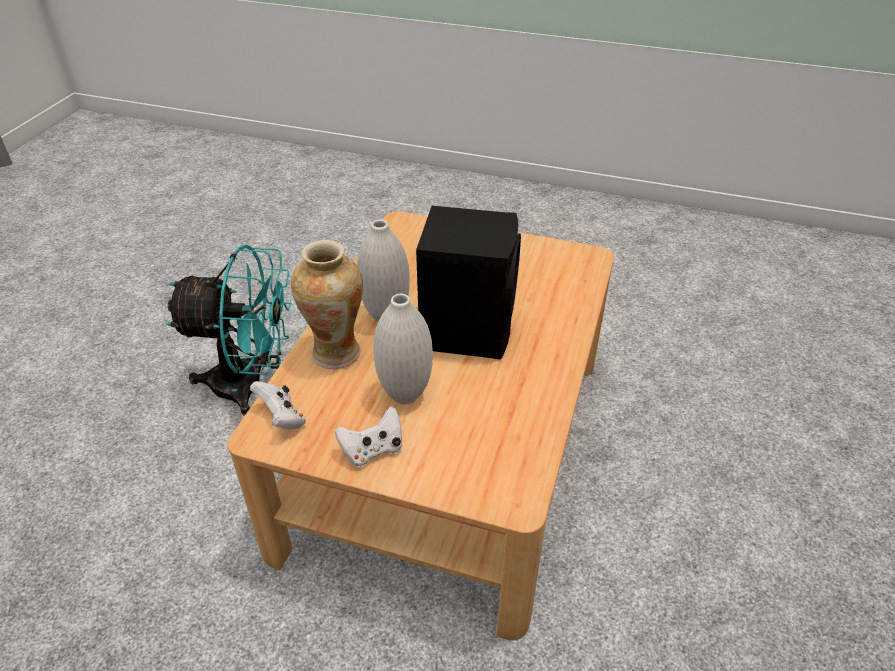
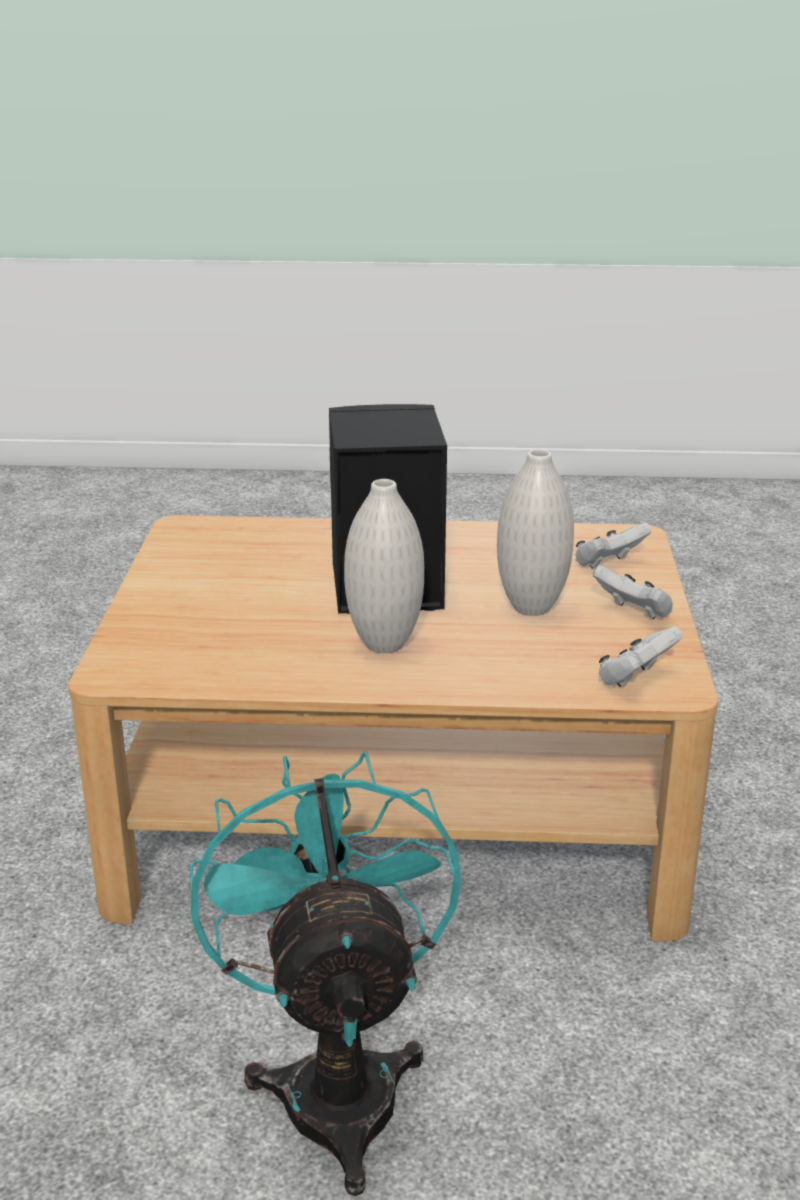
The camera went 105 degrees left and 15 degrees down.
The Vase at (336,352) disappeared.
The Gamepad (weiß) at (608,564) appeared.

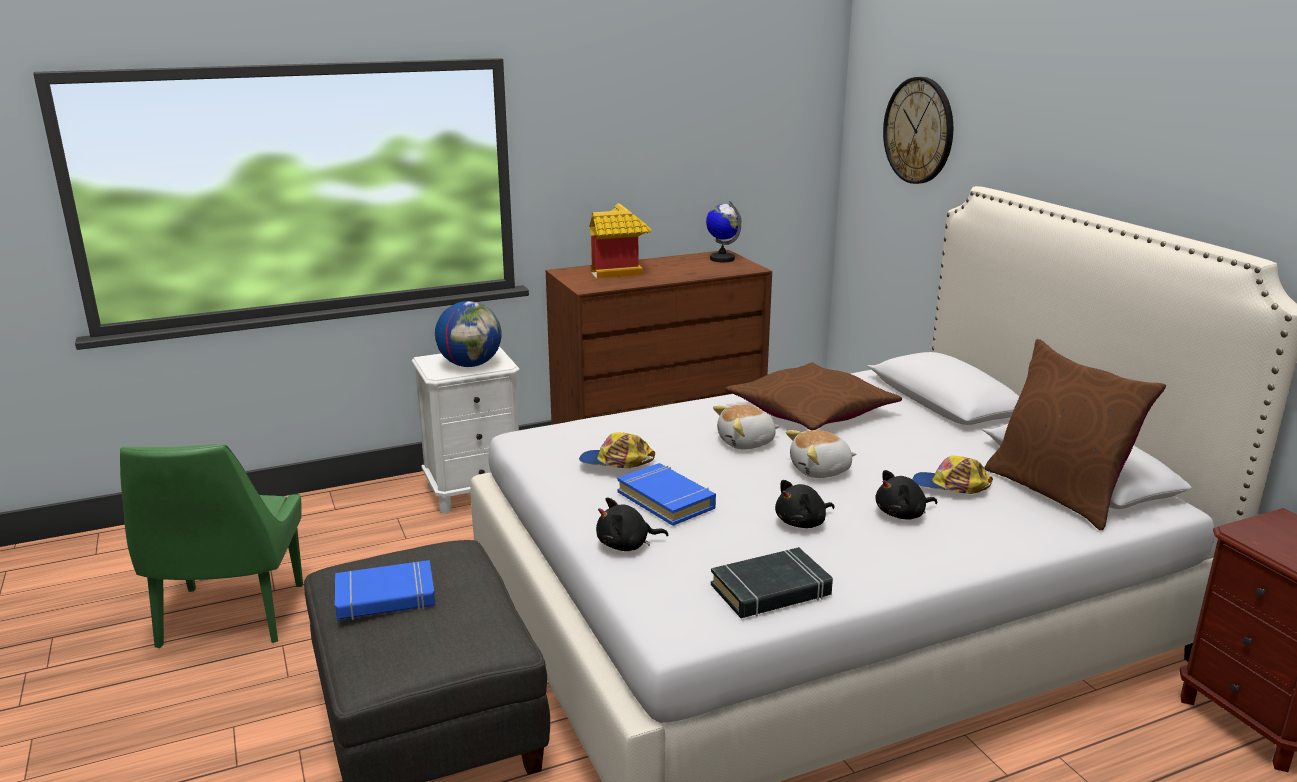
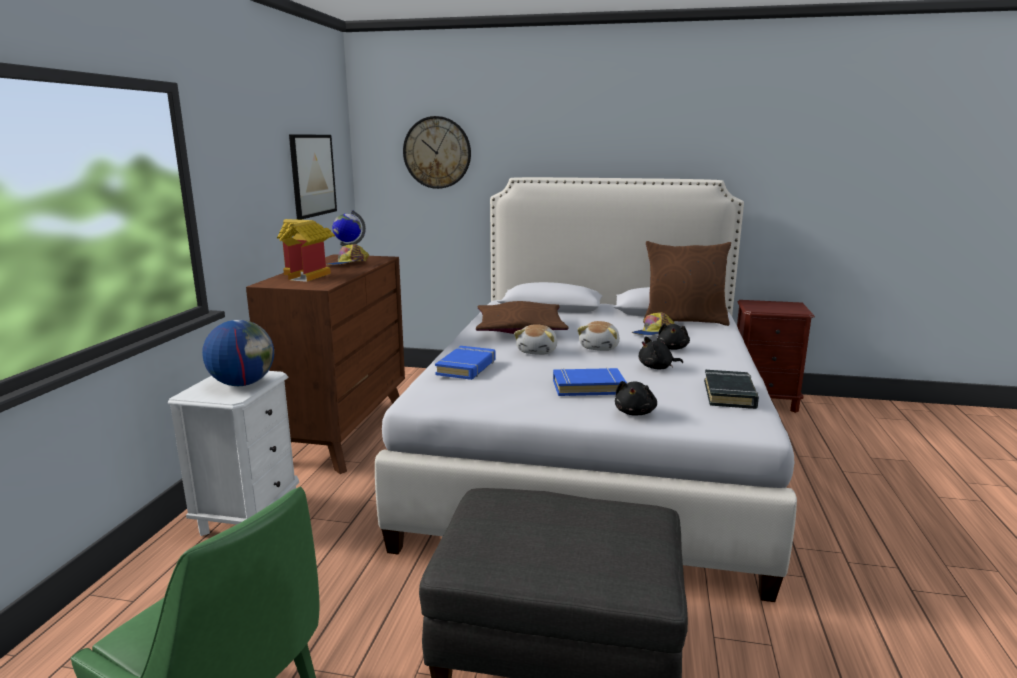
The camera went 55 degrees left and 5 degrees down.
The Kappe moved from (615,462) to (348,264).
The Plüschtier (schwarz) at (803,523) turned 75 degrees clockwise.
The Buch (blau) moved from (385,598) to (467,367).
The Bild at (312,175) appeared.

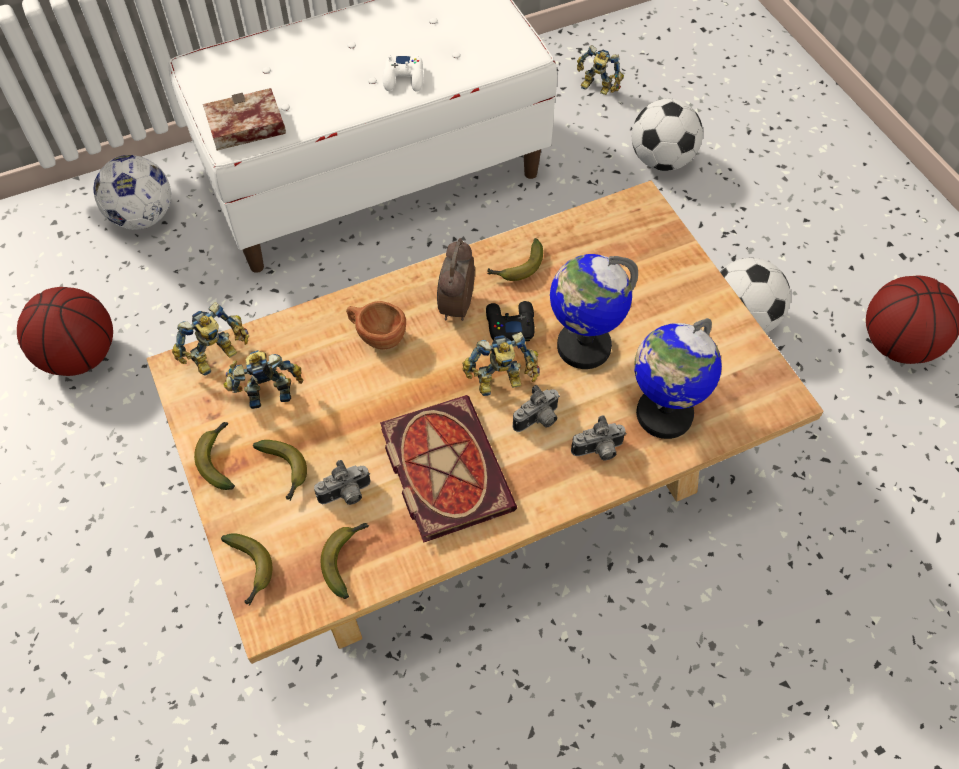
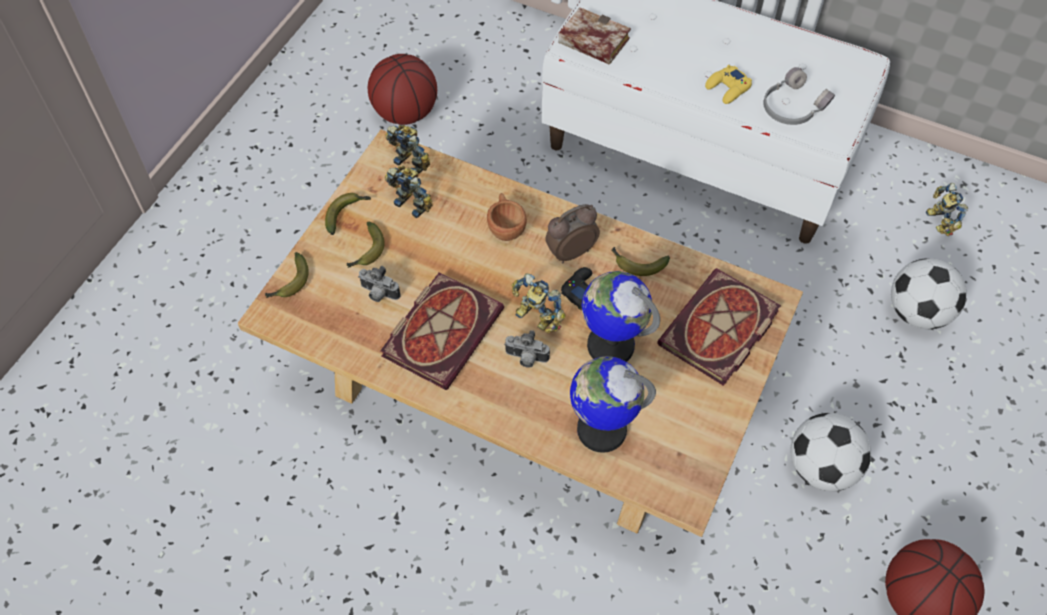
The camera went 50 degrees right and 0 degrees up.
The Gamepad (weiß) at (404,78) became the Gamepad (gelb) at (728,88).
The Fußball at (143,217) disappeared.
The Spielzeugroboter at (218,358) turned 150 degrees counterclockwise.
The Kamera at (598,451) disappeared.
The Banane at (346,558) disappeared.
The Kopfhörer (grau) at (792,106) appeared.
The Buch at (719,332) appeared.

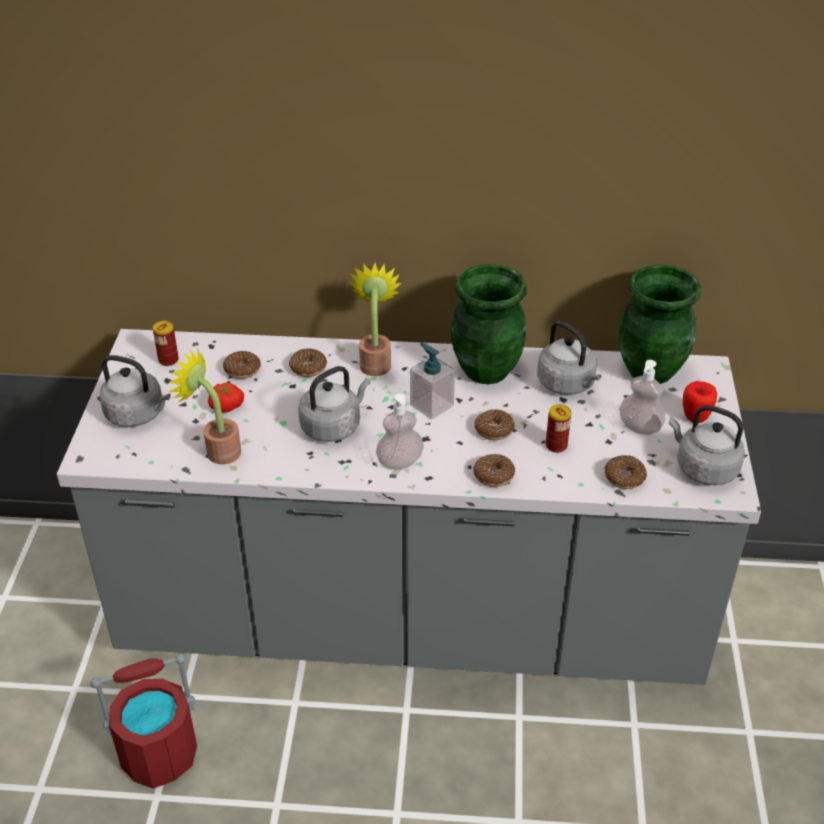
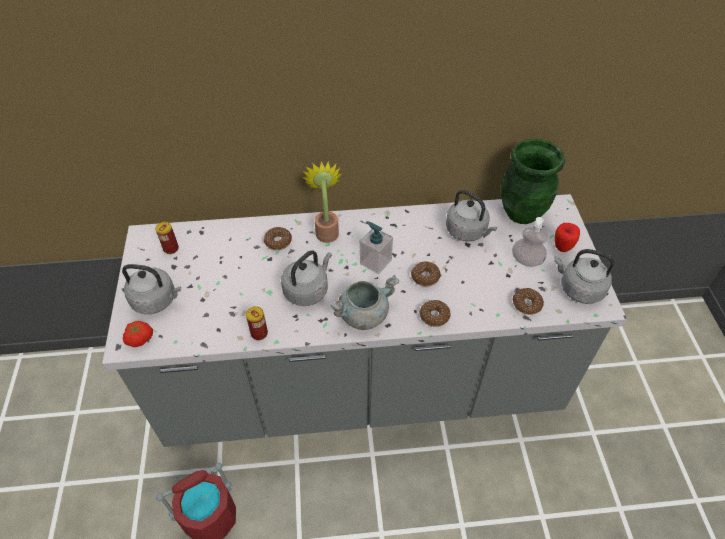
The camera went 10 degrees left and 10 degrees up.
The Vase (grün) at (486,370) disappeared.
The Topfpflanze at (217,450) disappeared.
The Donut at (242,370) disappeared.
The Tomate moved from (226,405) to (139,338).
The Seifenspender at (400,462) was replaced by the Kochtopf (grau) at (363,314).
The Dose moved from (556,445) to (259,333).

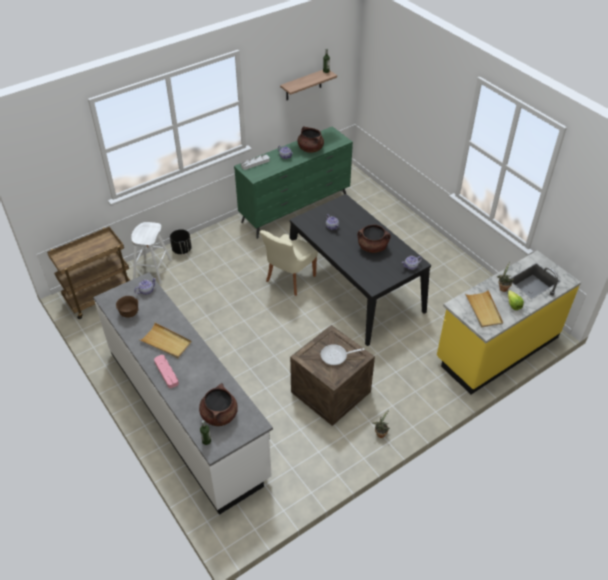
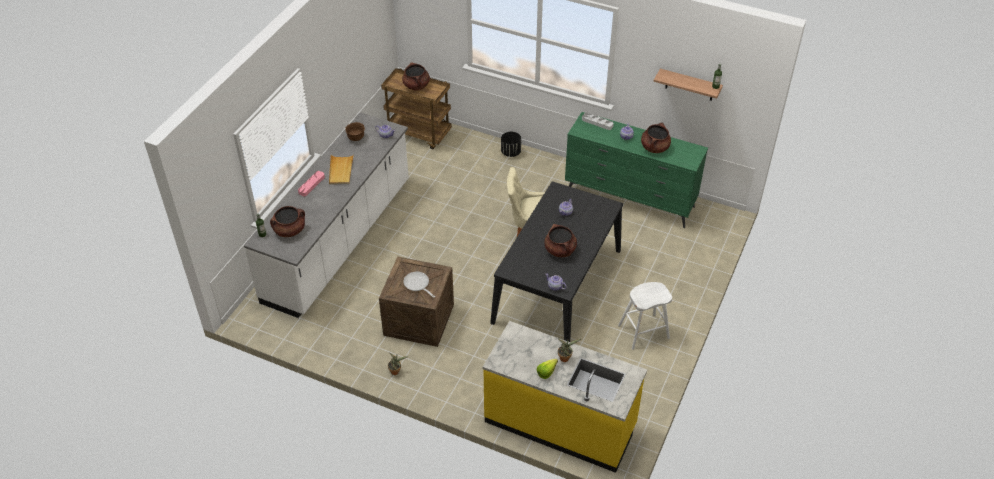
The camera went 60 degrees right and 0 degrees up.
The Hocker (weiß) moved from (152,270) to (643,332).
The Tablett (beige) at (483,310) disappeared.
The Kochtopf (braun) at (416,86) appeared.

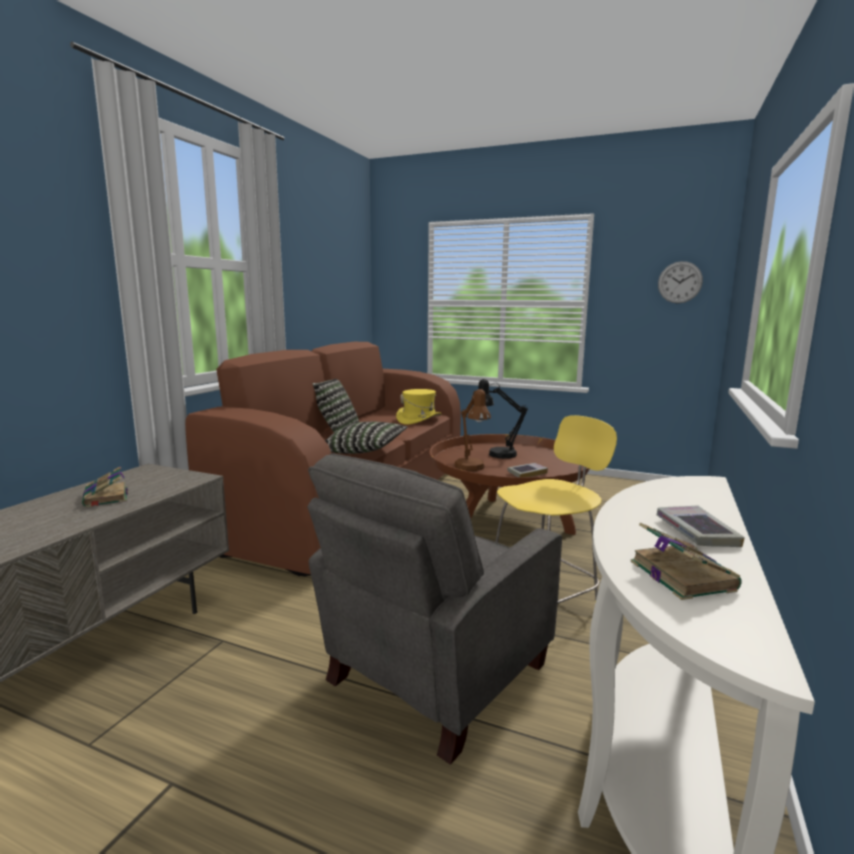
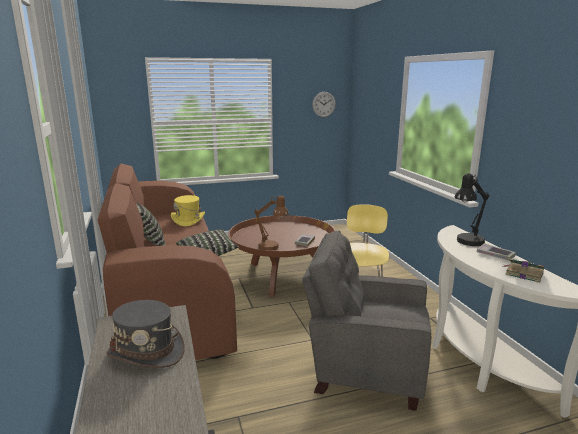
The camera went 40 degrees left and 5 degrees up.
The Tischlampe (schwarz) moved from (496,454) to (467,242).
The Sessel (grau) at (433,674) turned 105 degrees clockwise.
The Buch at (106,497) was replaced by the Hut (grau) at (146,352).

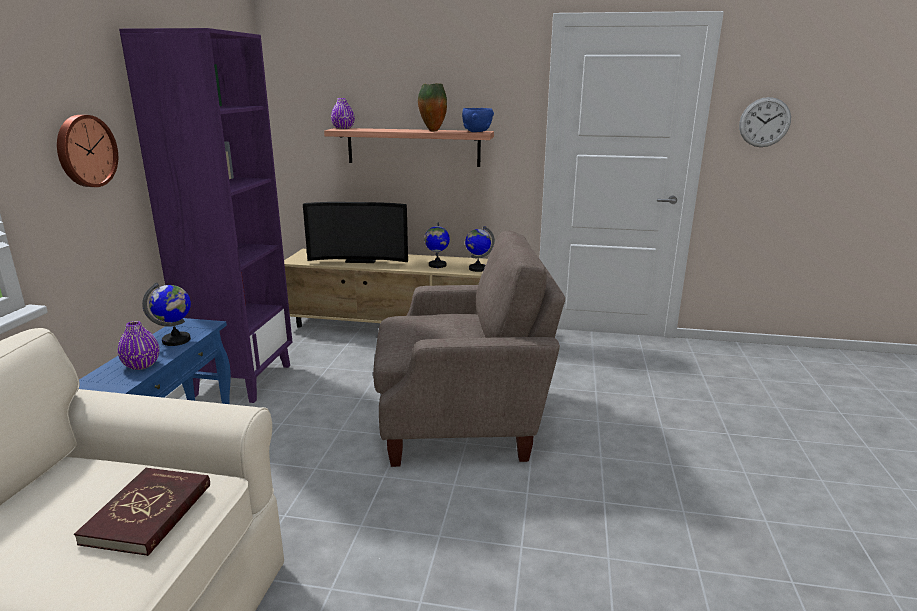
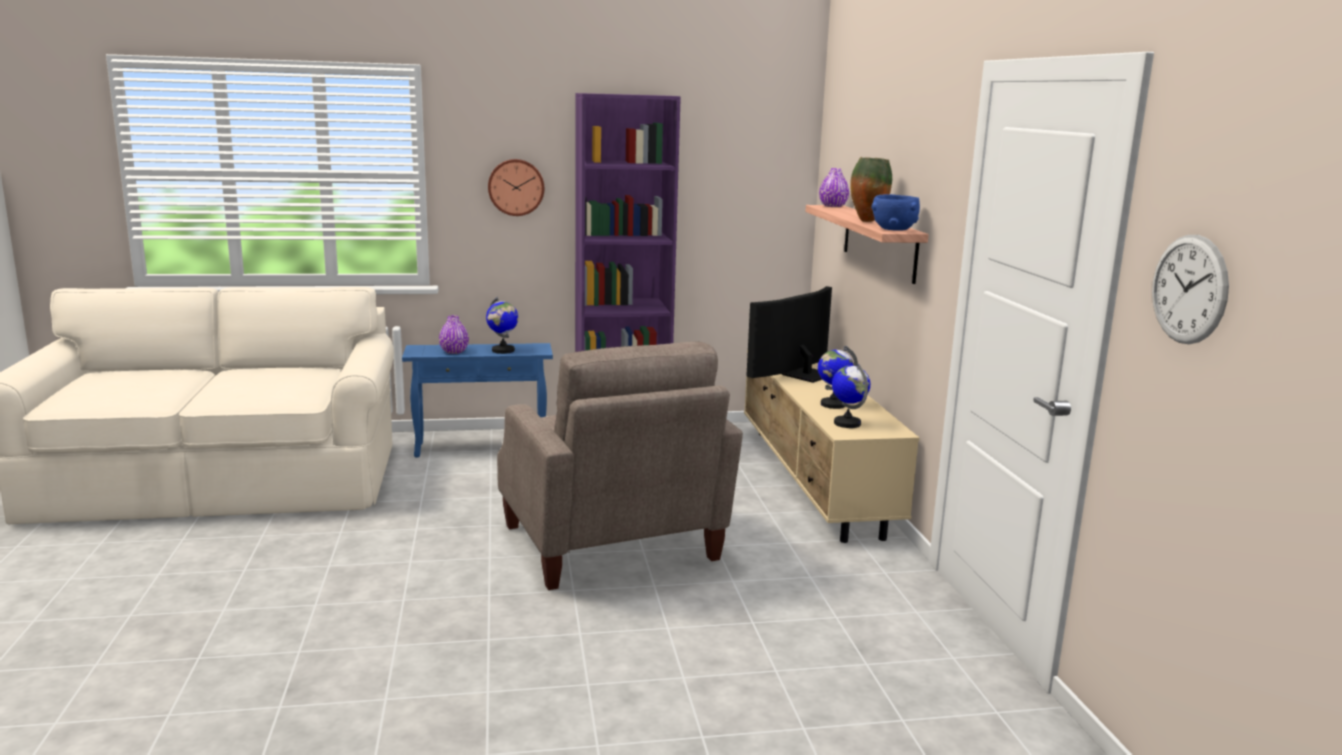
The camera went 70 degrees right and 5 degrees down.
The Fernseher at (360,260) turned 60 degrees clockwise.
The Buch (rot) at (149,513) disappeared.

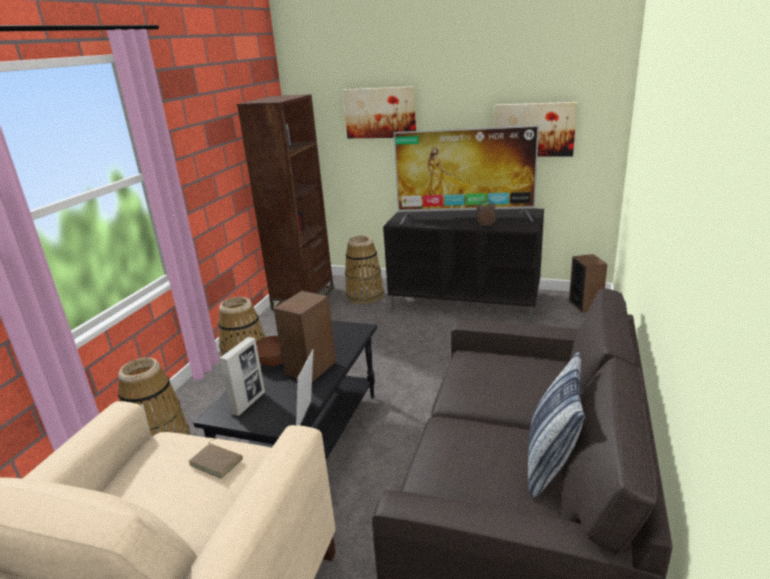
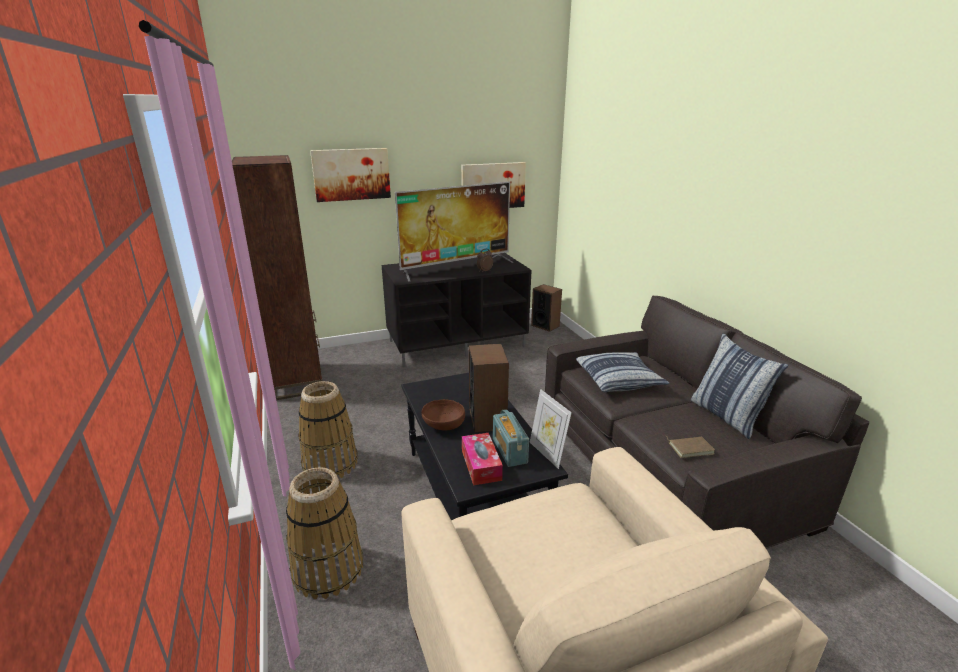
The camera went 40 degrees left and 0 degrees up.
The Korb at (365,296) disappeared.
The Bilderrahmen at (248,403) was replaced by the Taschentuchbox at (481,465).
The Buch (braun) moved from (217,461) to (690,448).
The Kissen at (619,379) appeared.
The Radio at (509,451) appeared.

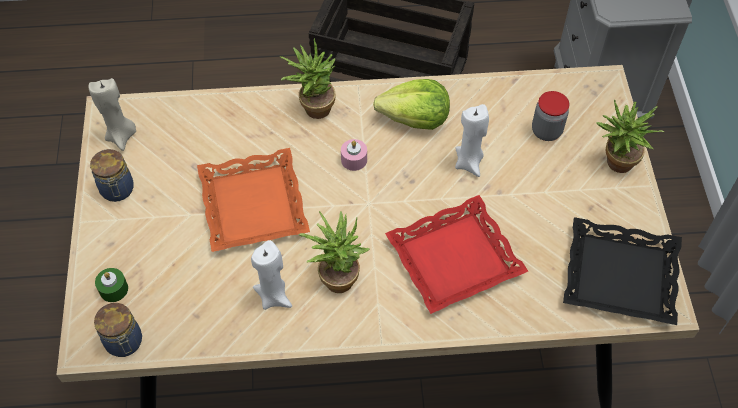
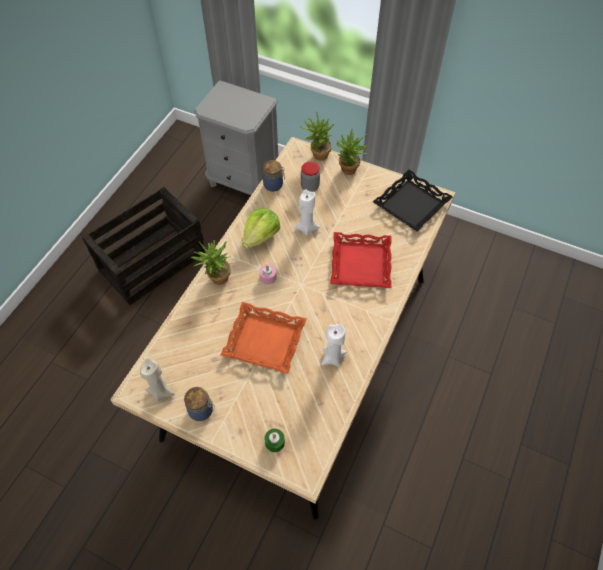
The camera went 60 degrees left and 0 degrees up.
The Topfpflanze moved from (336,275) to (317,155).
The Vorratsglas moved from (124,343) to (274,185).

